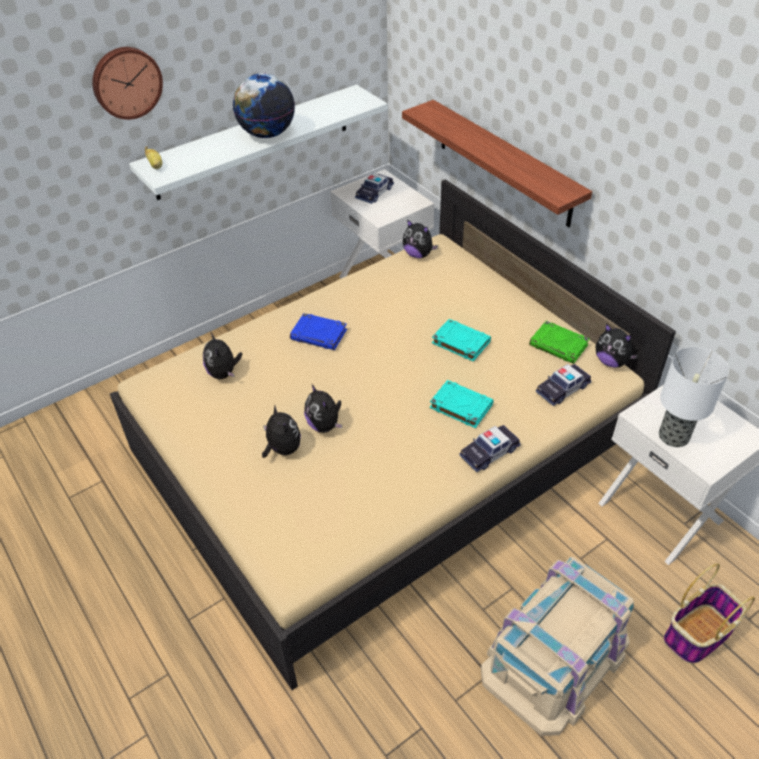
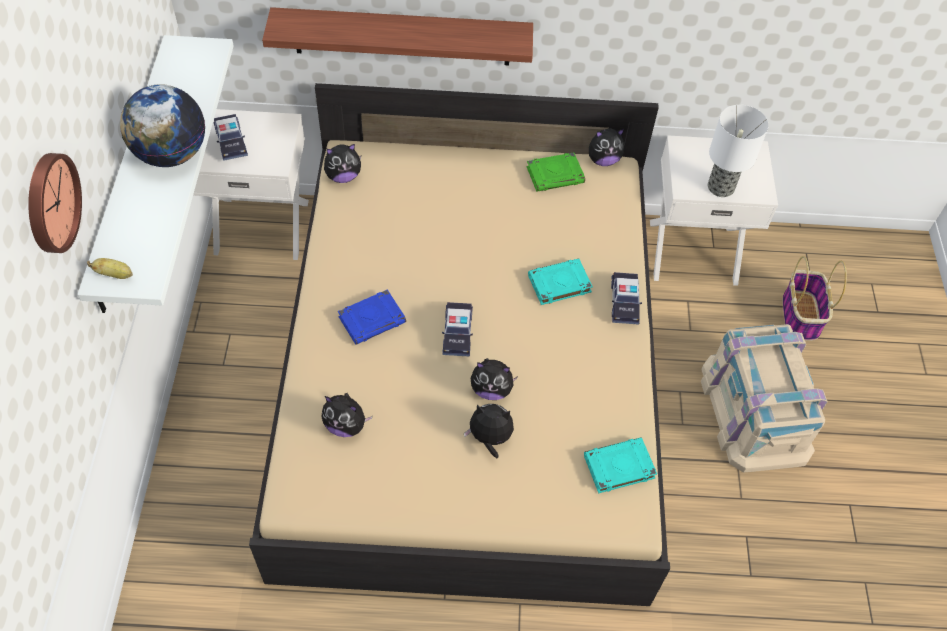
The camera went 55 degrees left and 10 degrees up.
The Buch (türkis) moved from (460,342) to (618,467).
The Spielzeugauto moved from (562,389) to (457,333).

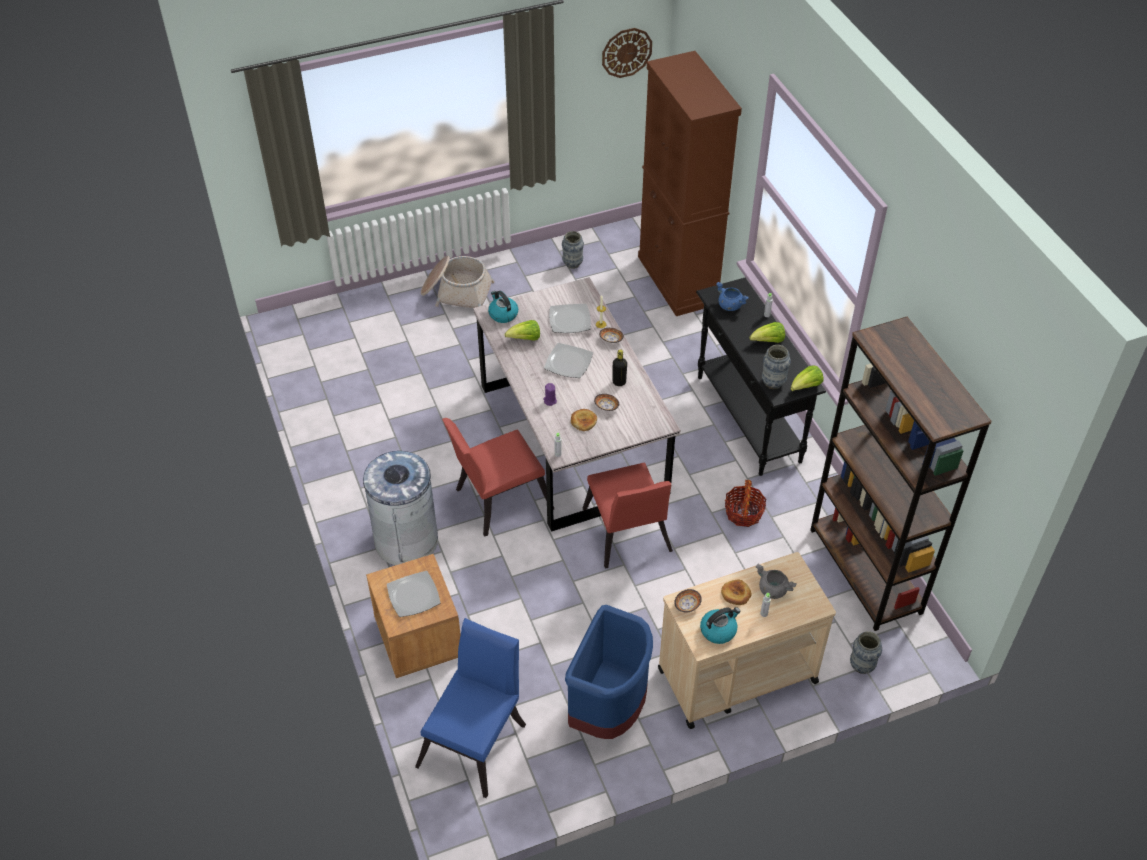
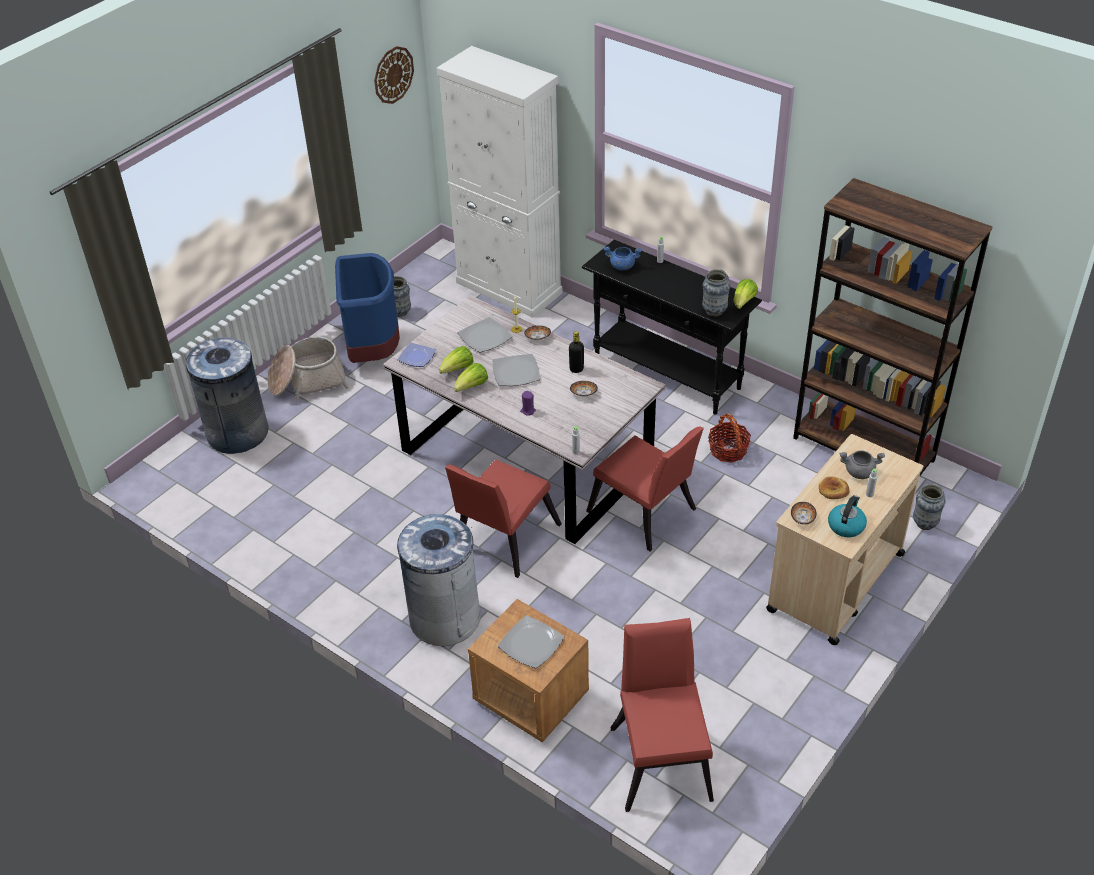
The camera went 30 degrees left and 5 degrees down.
The Schrank (braun) at (678,280) became the Schrank (weiß) at (509,288).
The Wasserkessel at (503,314) was replaced by the Teller at (417,358).
The Salatkopf moved from (768,341) to (472,387).
The Brot at (583,421) disappeared.
The Mülleimer (blau) moved from (609,709) to (373,350).
The Stuhl (blau) at (476,740) became the Stuhl (rot) at (661,756).
The Mülleimer (grau) at (237,433) appeared.

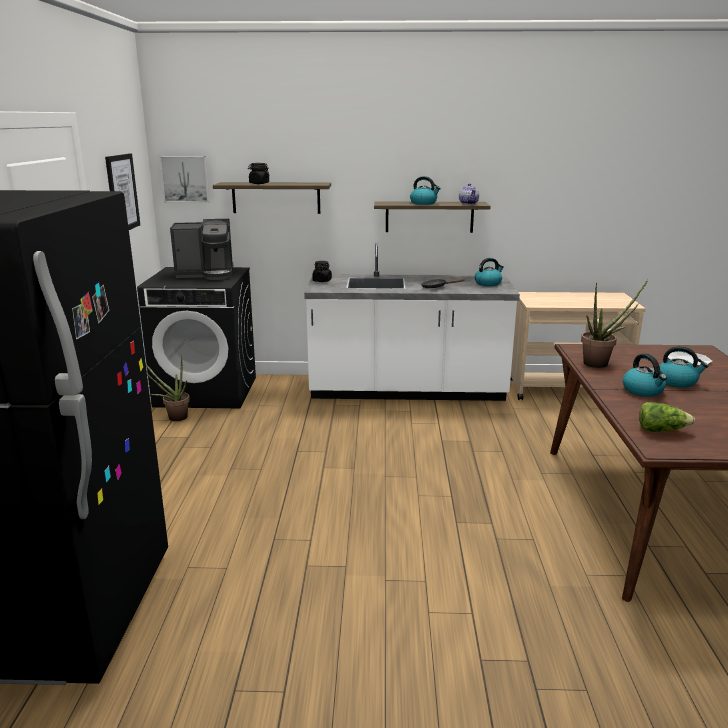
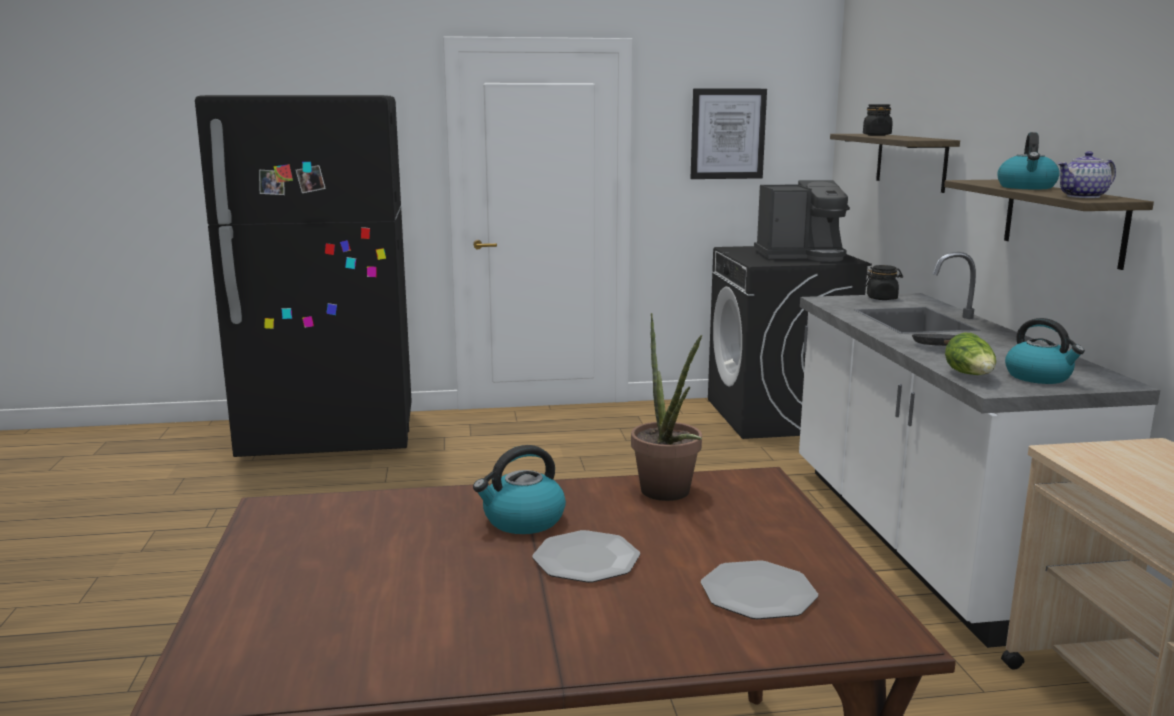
The camera went 80 degrees right and 5 degrees down.
The Bild at (185,179) disappeared.
The Kaffeemaschine at (206,274) turned 75 degrees counterclockwise.
The Wasserkessel at (677,382) was replaced by the Teller at (586,559).
The Topfpflanze at (173,417) disappeared.
The Salatkopf moved from (661,430) to (971,375).

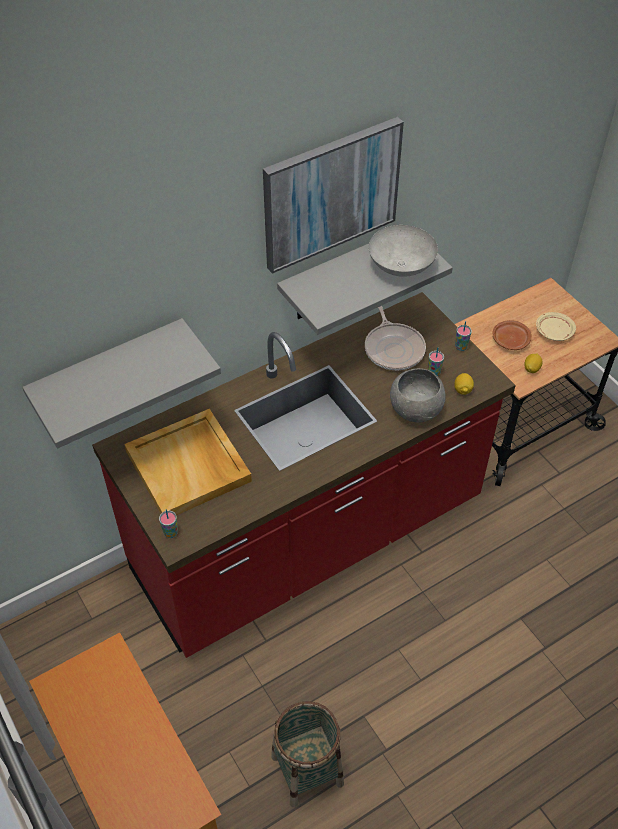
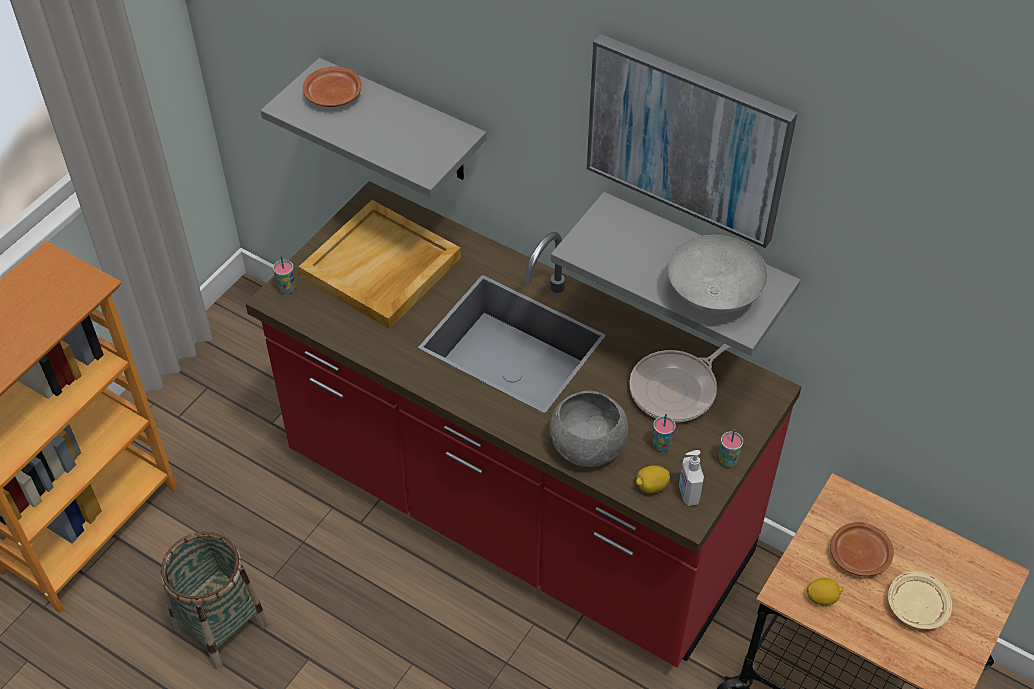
The camera went 65 degrees right and 0 degrees up.
The Teller (braun) at (333,96) appeared.
The Seifenspender at (688,494) appeared.

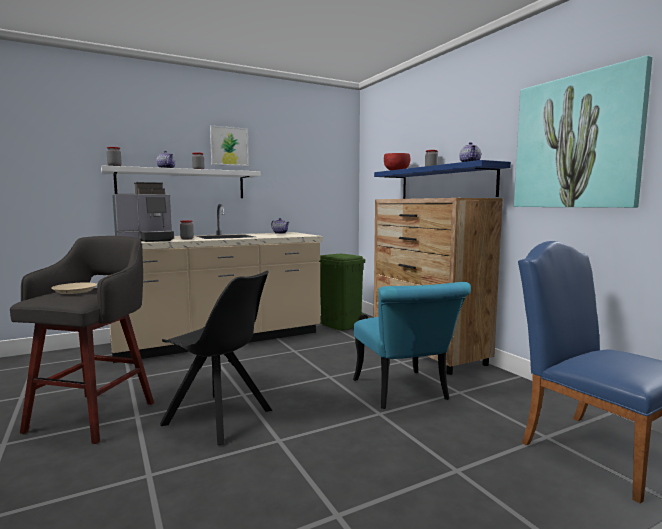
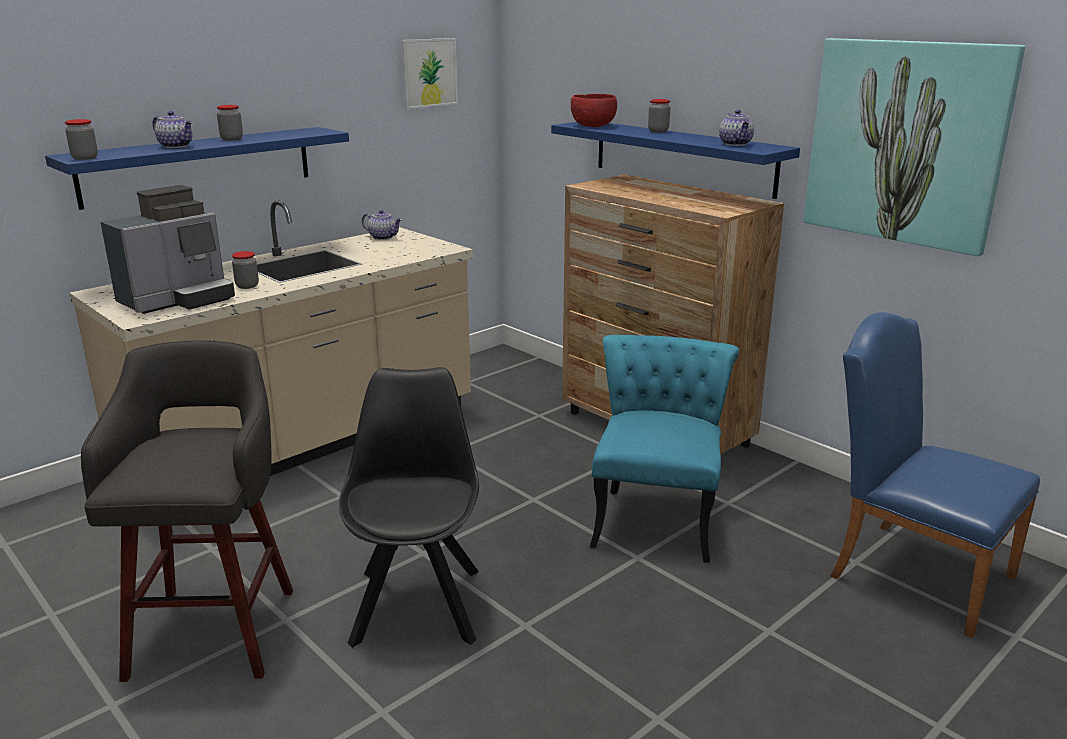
The camera went 15 degrees left and 15 degrees up.
The Bild moved from (229,146) to (429,73).
The Wandregal (weiß) at (182,184) became the Wandregal (blau) at (199,166).
The Mülleimer (grün) at (341,325) disappeared.
The Stuhl (schwarz) at (220,418) turned 105 degrees counterclockwise.
The Stuhl (türkis) at (405,393) turned 135 degrees counterclockwise.
The Teller (beige) at (75,291) disappeared.

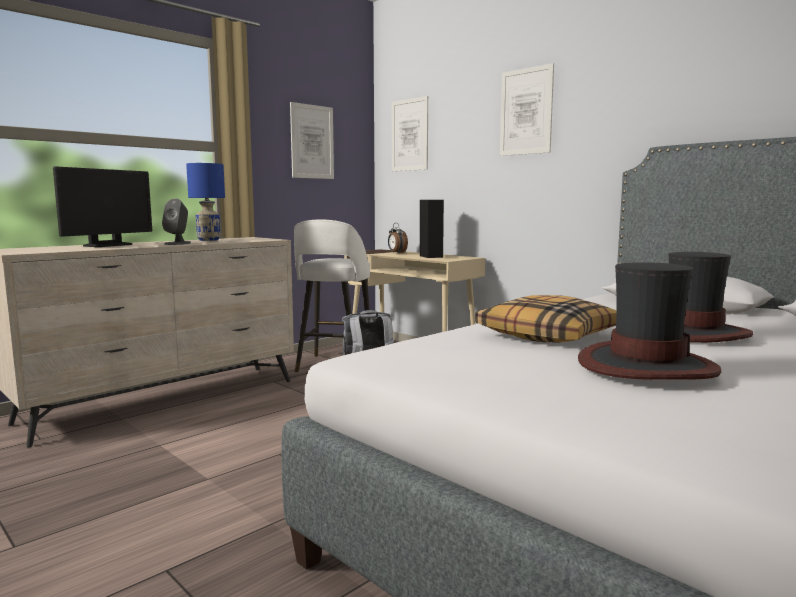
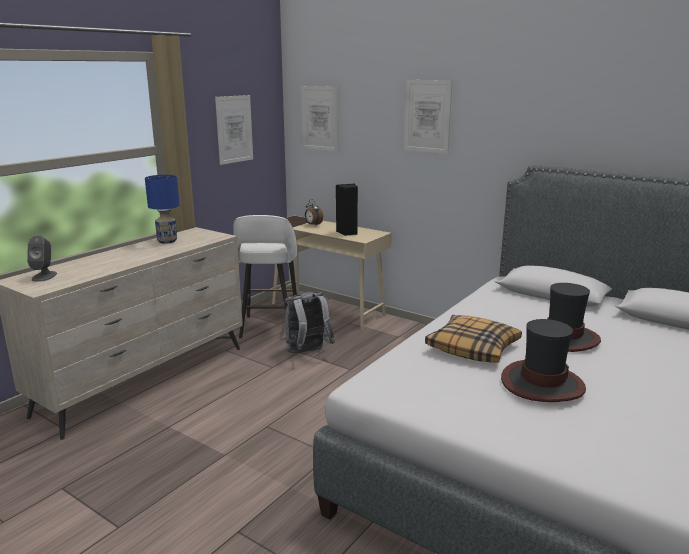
The camera went 10 degrees left and 10 degrees up.
The Monitor at (108,245) disappeared.
The Lautsprecher (grau) moved from (177,243) to (44,276).

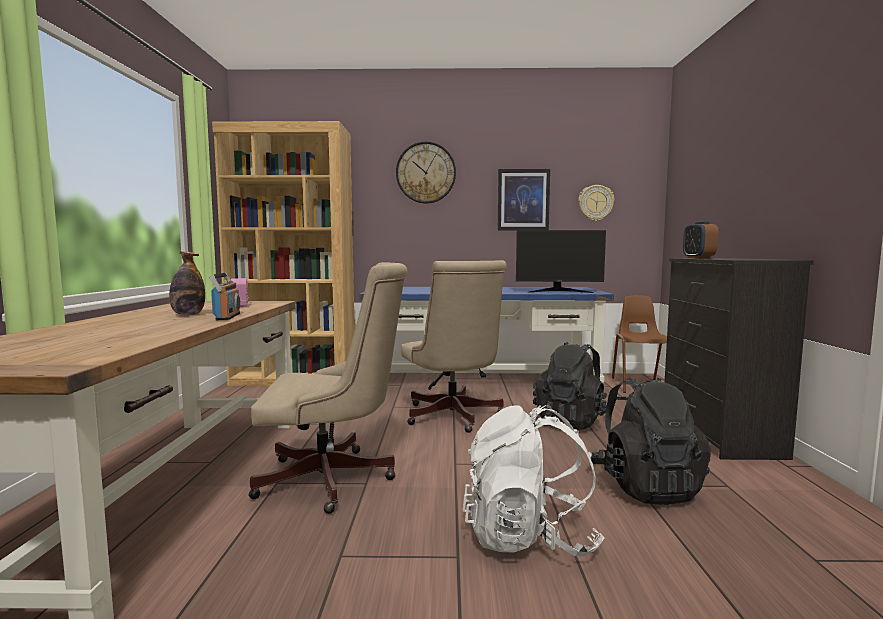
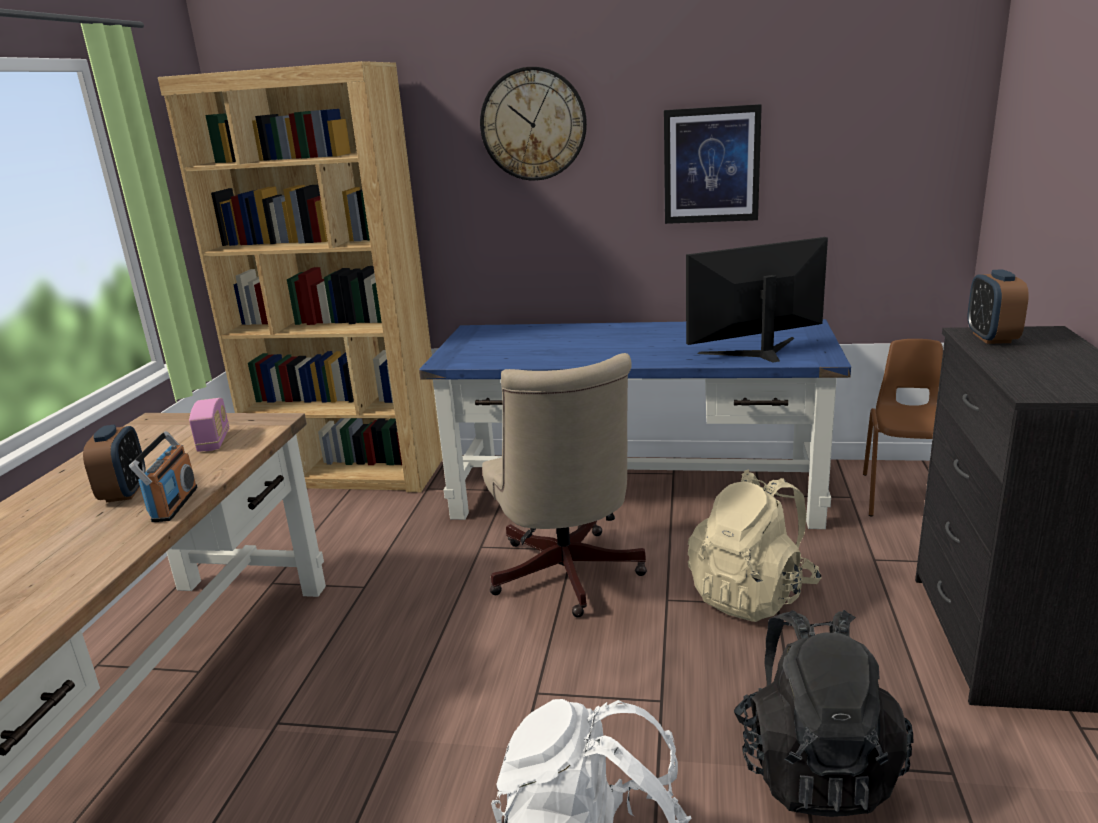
The camera went 10 degrees right and 15 degrees up.
The Wanduhr at (595,203) disappeared.
The Monitor at (558,291) turned 150 degrees clockwise.
The Flasche at (188,314) was replaced by the Wecker at (124,492).
The Bürostuhl (beige) at (334,480) disappeared.
The Rucksack (schwarz) at (571,421) became the Rucksack (beige) at (752,594).

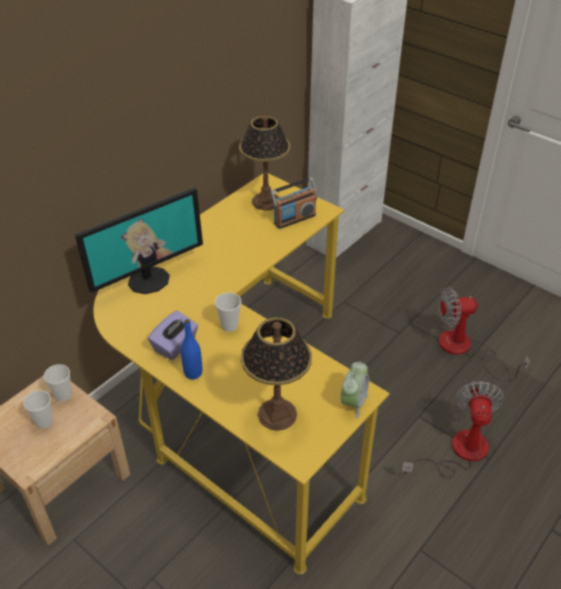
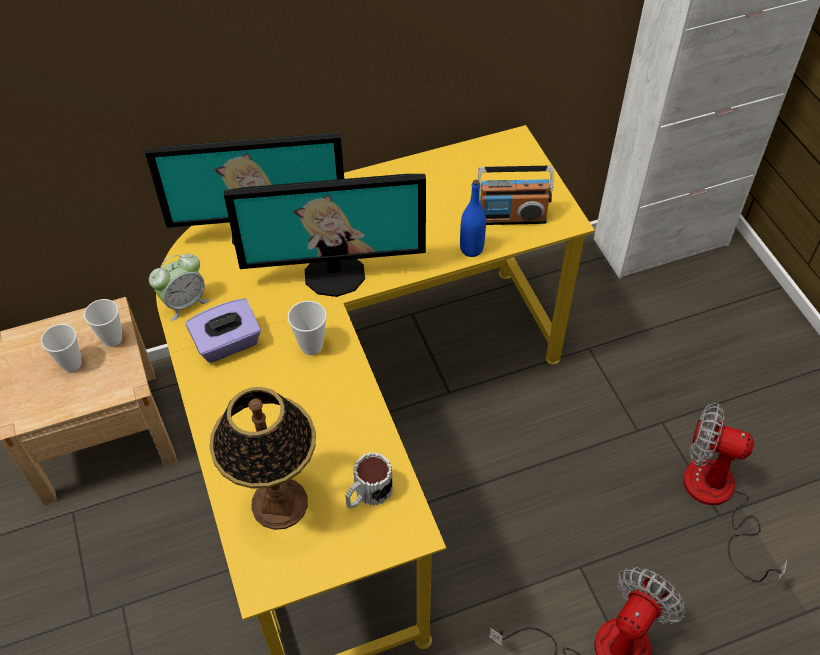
The camera went 30 degrees right and 10 degrees up.
The Tischlampe at (265,202) disappeared.
The Flasche (blau) moved from (193,373) to (471,249).
The Wecker moved from (353,402) to (184,302).
The Monitor at (335,273) appeared.
The Henkelbecher at (367,494) appeared.

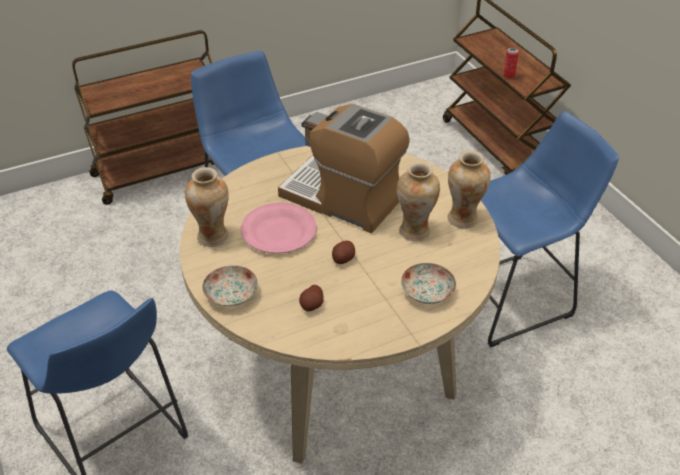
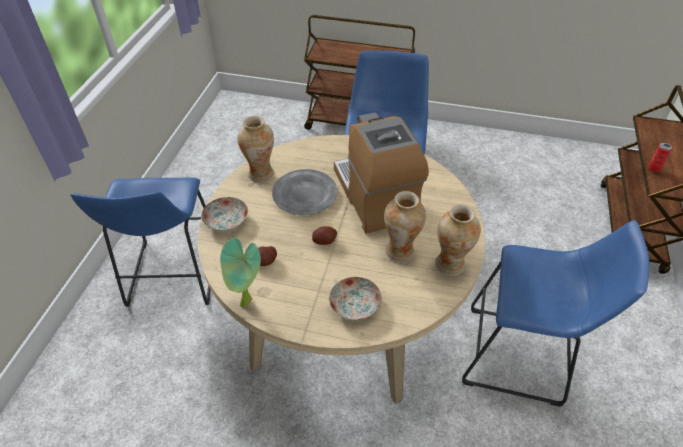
The camera went 40 degrees right and 5 degrees up.
The Teller (rosa) at (279,231) became the Teller (grau) at (305,195).
The Topfpflanze at (247,304) appeared.

